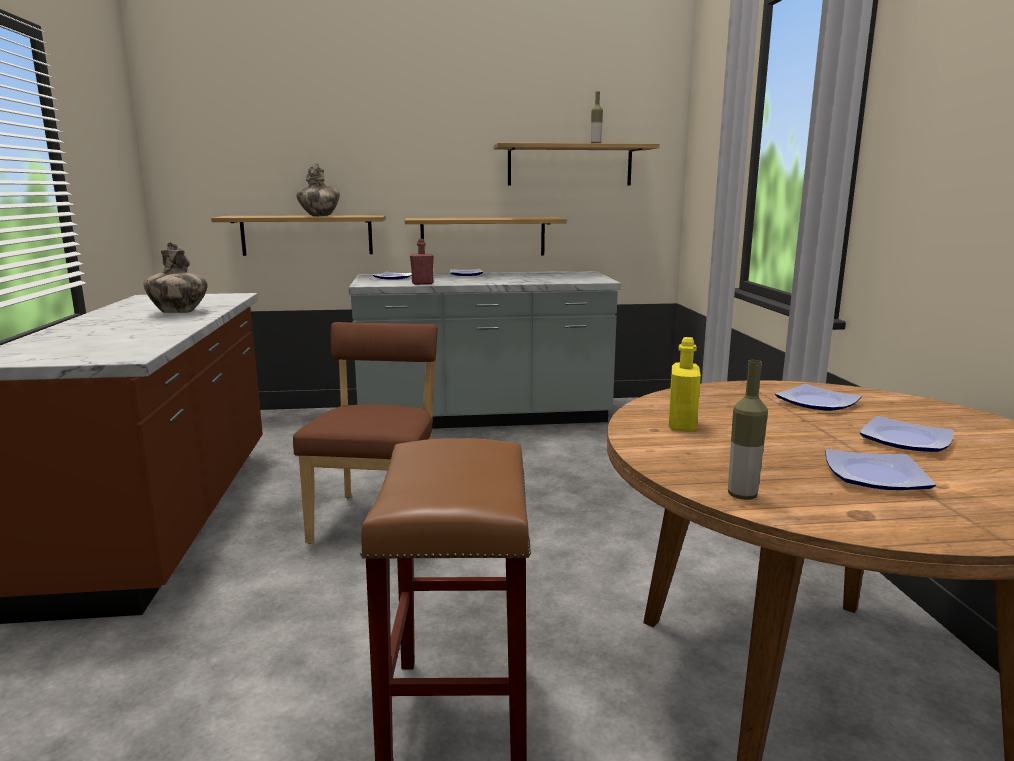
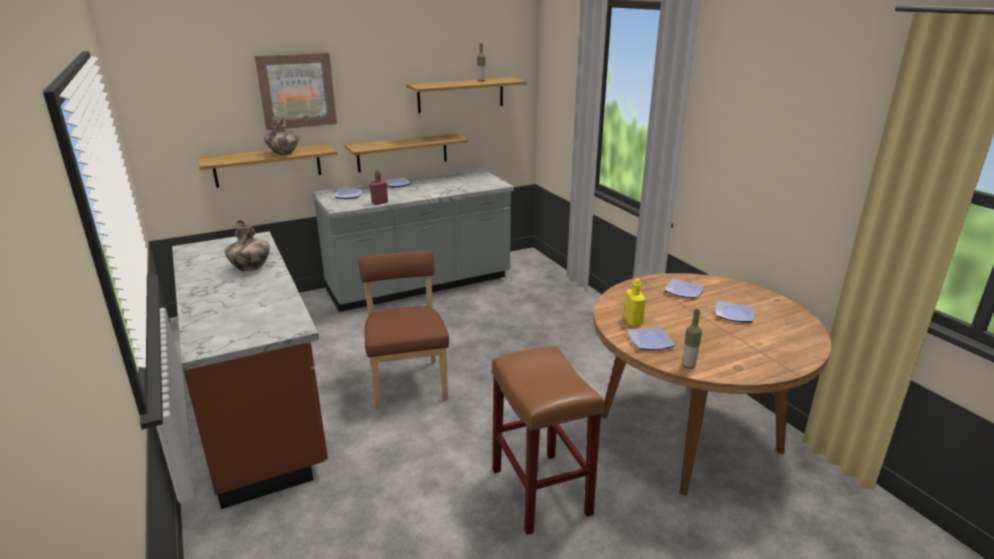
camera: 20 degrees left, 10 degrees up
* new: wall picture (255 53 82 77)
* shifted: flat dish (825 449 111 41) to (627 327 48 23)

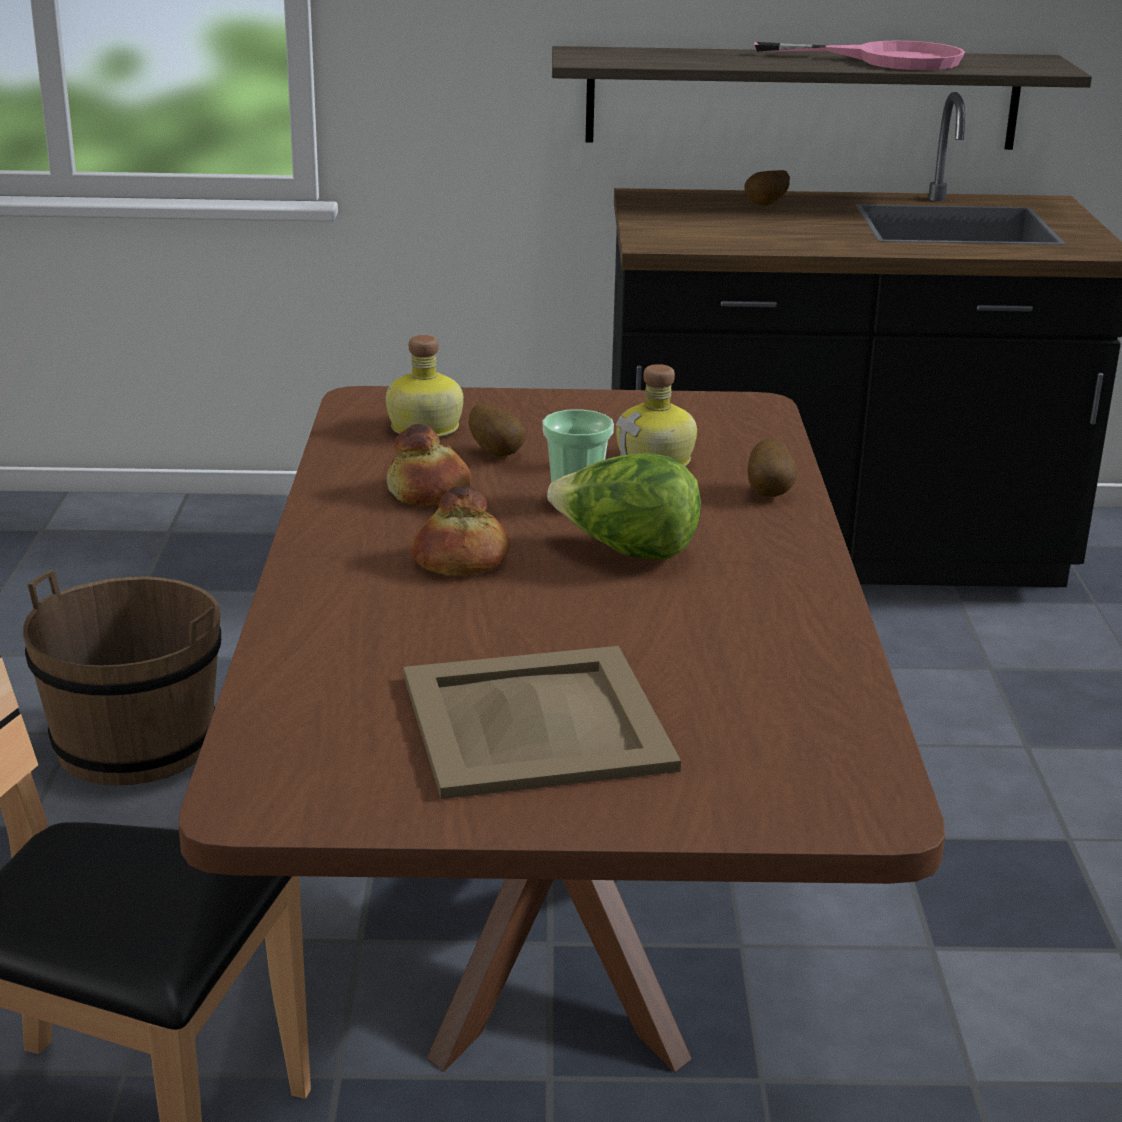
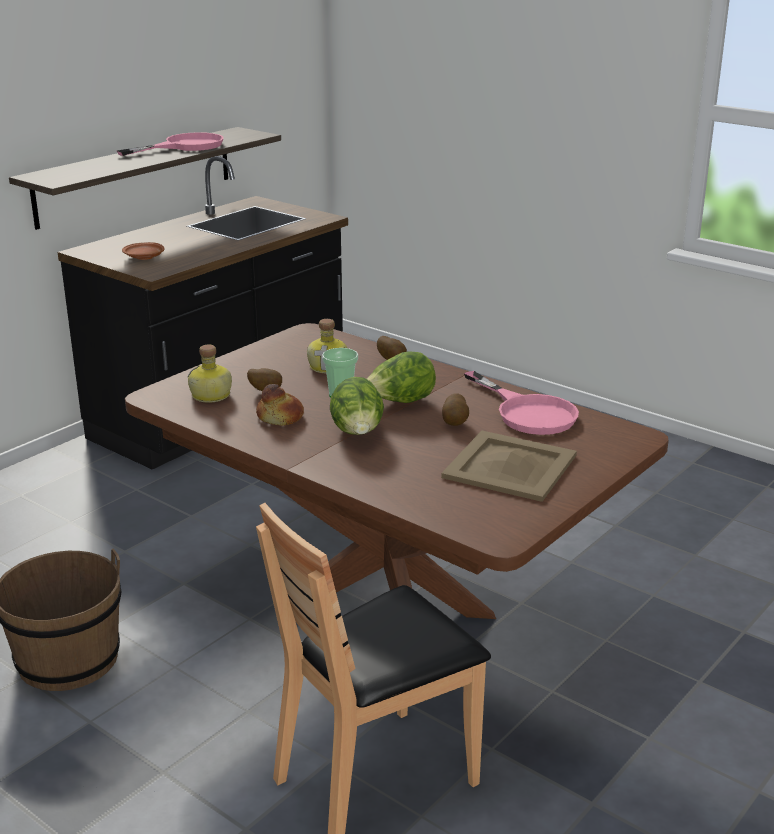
camera: 50 degrees left, 0 degrees up
* new: brownish flat dish (122 242 42 18)
* swapped: bread (411 486 99 91) to head of lettuce (330 377 54 58)
* shifted: spud (744 170 46 36) to (442 393 27 33)
* new: pinkish pan (464 371 115 64)

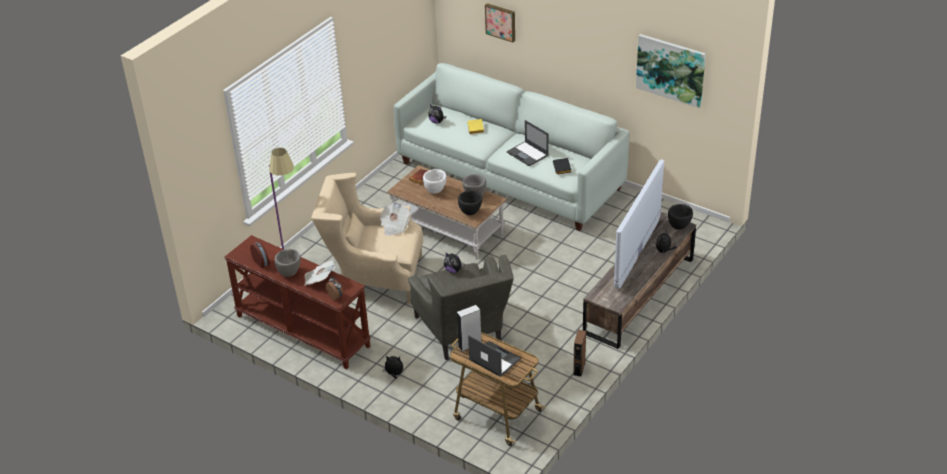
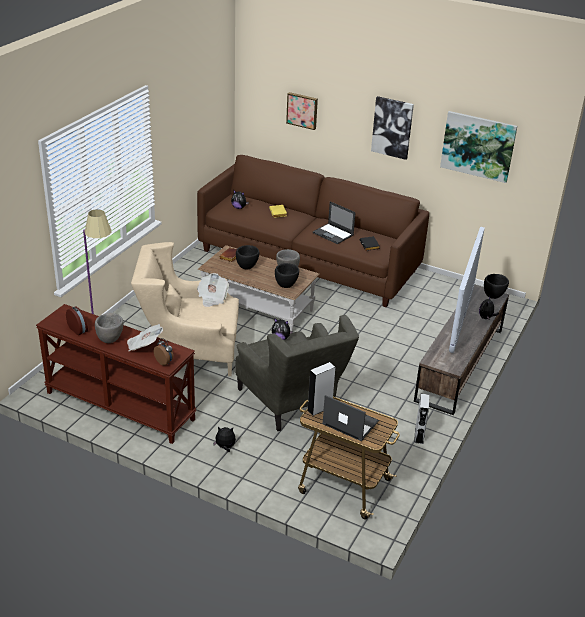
camera: 10 degrees left, 5 degrees down
* repainted: white-coloured sofa (394 63 235 168) to brownish sofa (197 155 232 152)
* repainted: white-coloured bowl (423 169 24 25) to black-coloured bowl (236 245 23 24)
* new: wall picture (371 96 43 64)
* repainted: brownish loudspeaker (573 330 13 47) to gray loudspeaker (414 394 15 50)

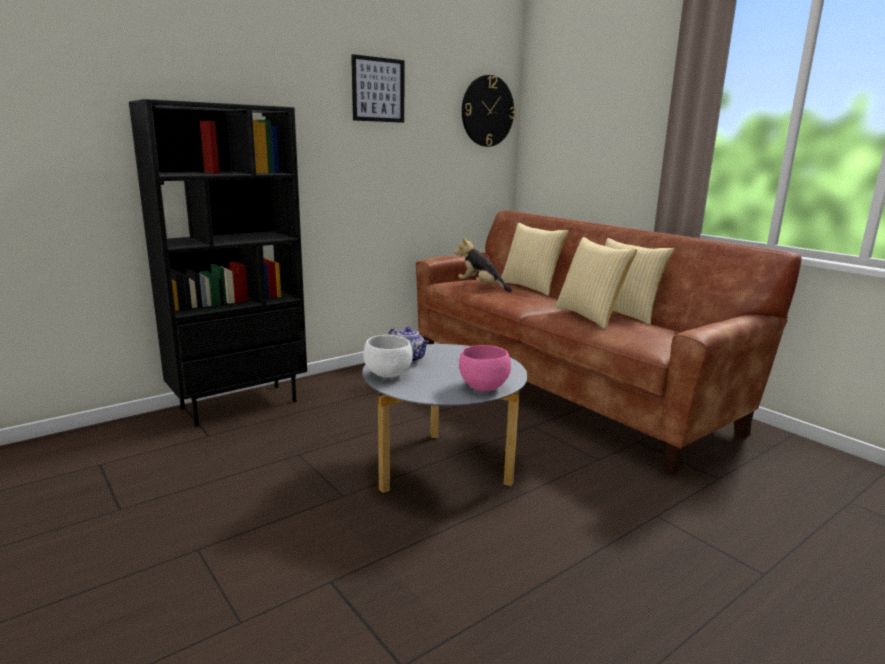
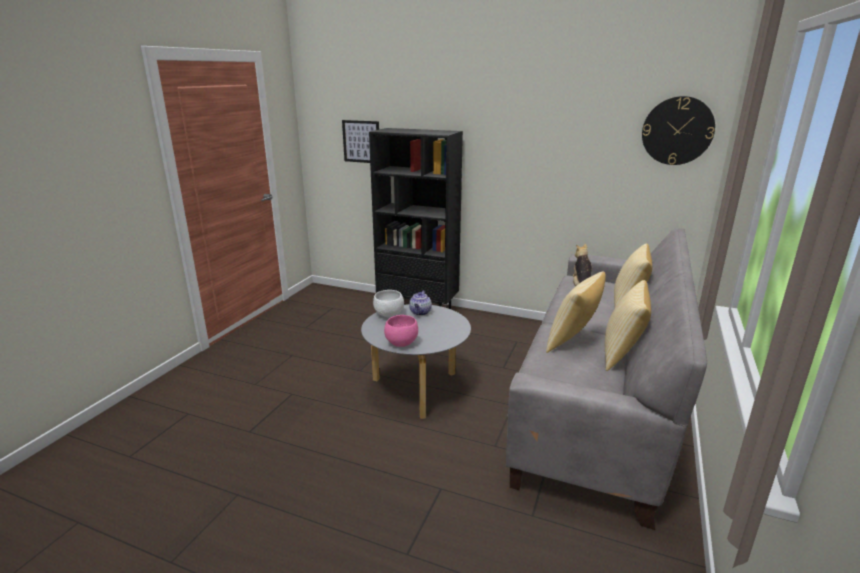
camera: 60 degrees right, 5 degrees up
* shifted: wall picture (351 54 53 69) to (342 120 37 43)
* repainted: brownish sofa (416 211 386 264) to gray sofa (506 228 201 302)

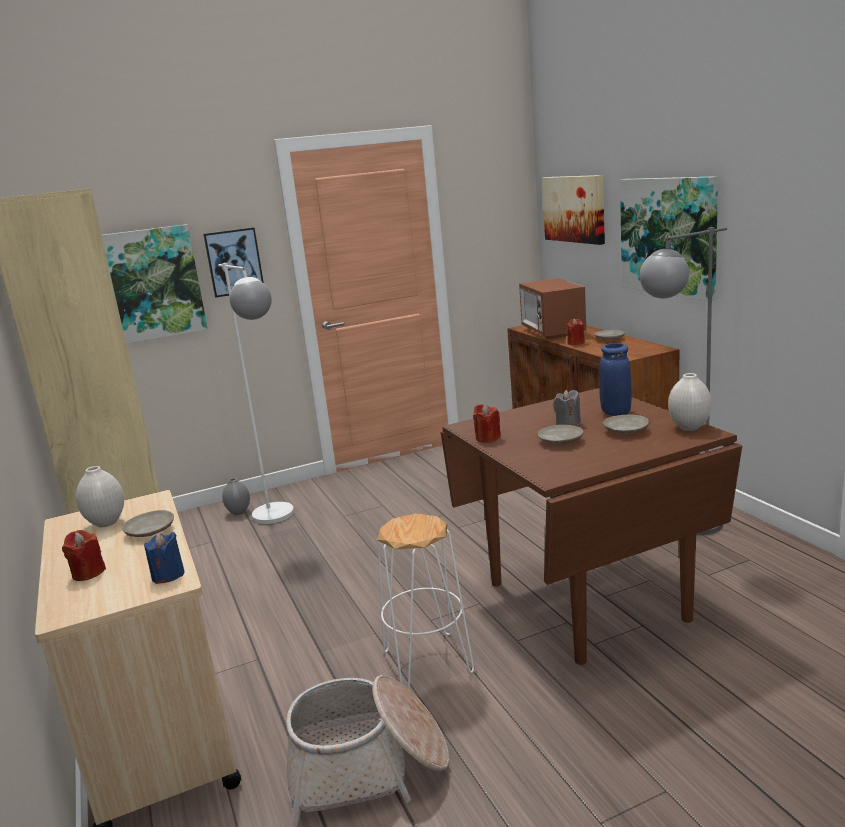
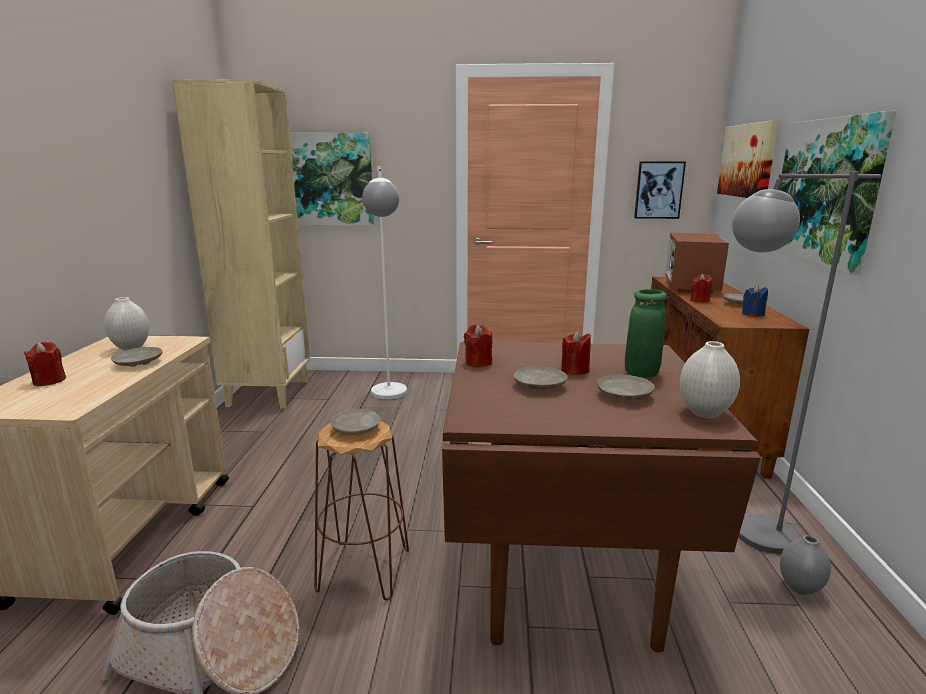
camera: 25 degrees right, 0 degrees up
* repainted: white-coloured sitting stool (377 513 97 177) to brownish sitting stool (314 421 95 180)
* new: beige-coloured flat dish (331 409 50 26)
* repainted: gray wax candle (553 389 28 37) to reddish wax candle (561 331 30 44)
* repainted: blue decorative vase (599 343 33 73) to green decorative vase (625 289 42 89)
* shifted: wall picture (203 227 61 71) to (634 162 52 57)
* shifted: blue wax candle (144 532 40 52) to (742 285 26 32)
* shifted: gray decorative vase (222 478 28 37) to (780 535 51 60)

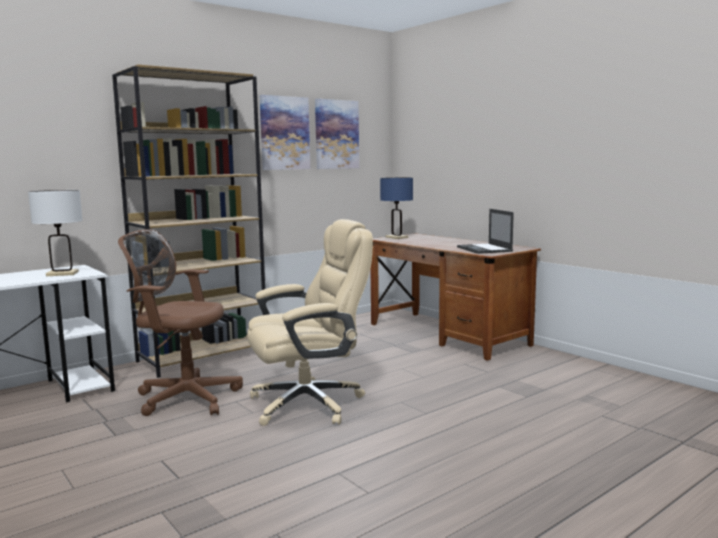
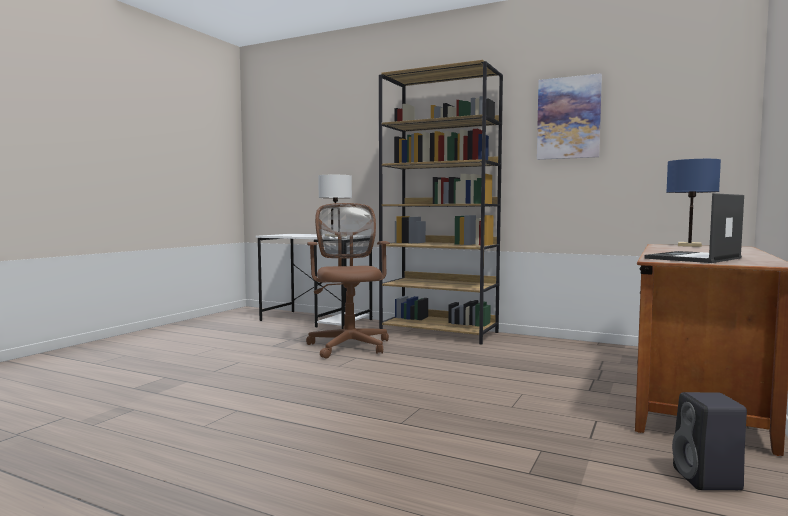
camera: 65 degrees right, 5 degrees down
* new: black-coloured loudspeaker (672 392 75 98)
* gone: beige-coloured desk chair (247 219 126 207)
* gone: wall picture (315 99 44 70)

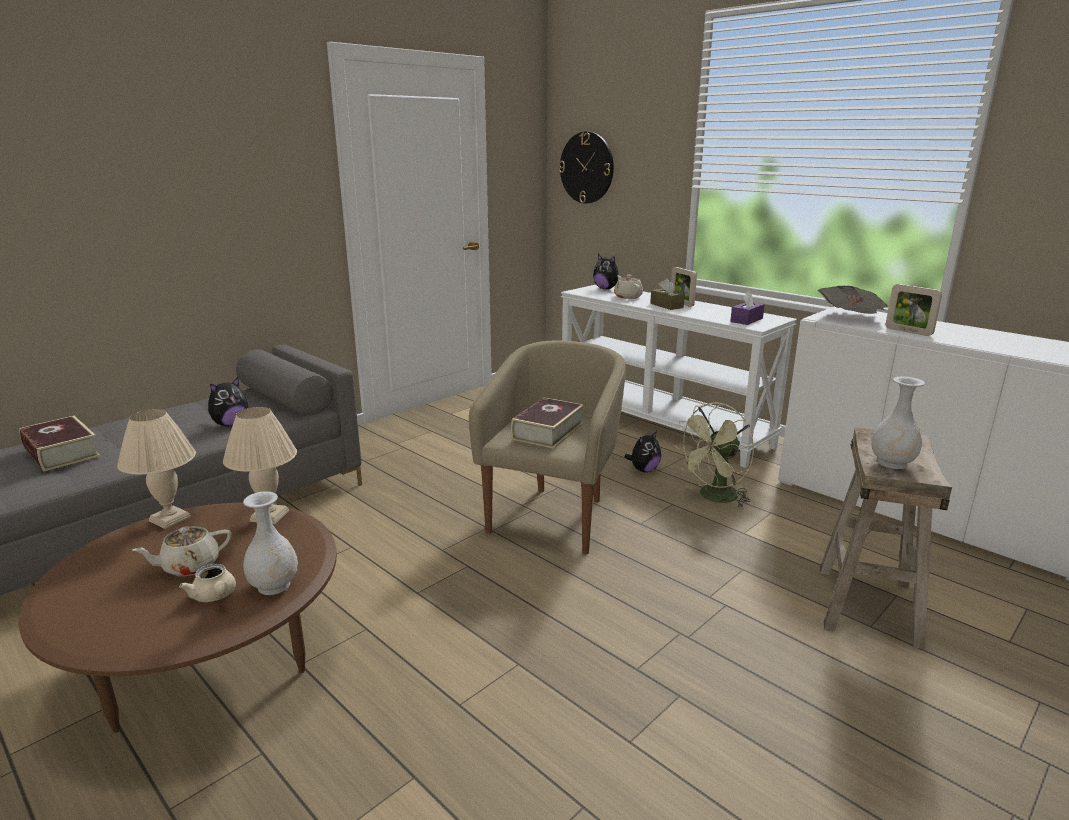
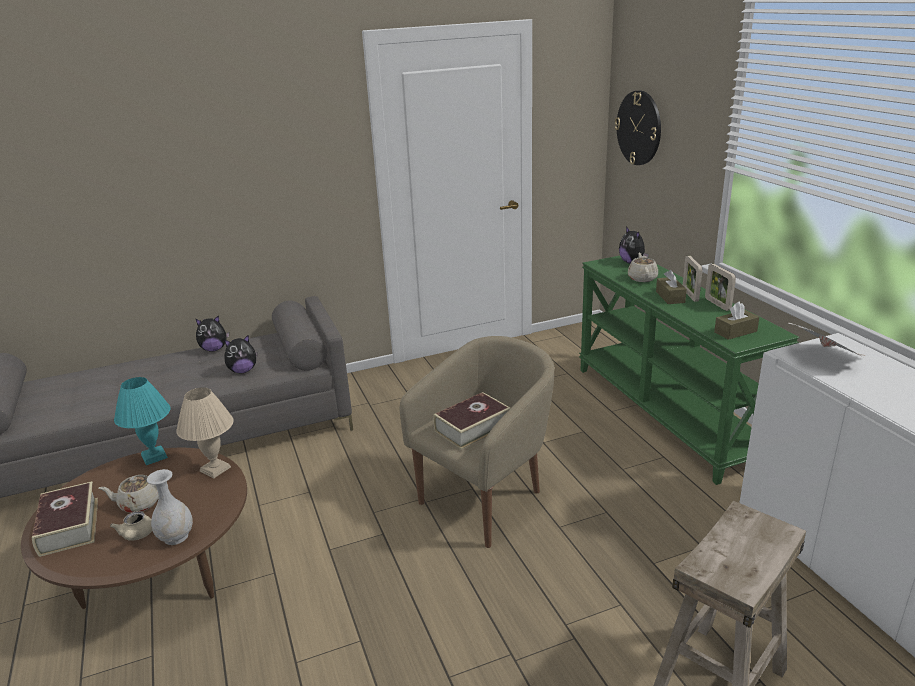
camera: 25 degrees right, 5 degrees up
* shifted: volume (19 416 82 55) to (32 481 66 76)
* repainted: beige-coloured table lamp (117 409 79 120) to turquoise table lamp (114 377 56 88)
* shifted: plush toy (625 431 36 41) to (196 316 33 36)
* repainted: white-coloured console table (561 285 236 183) to green console table (579 256 220 229)
* shifted: photo frame (886 284 56 52) to (705 264 31 47)
* repainted: purplish box of tissues (730 291 35 34) to brownish box of tissues (714 301 45 39)
* gone: green cooling fan (675 403 79 105)
* gone: white-coloured decorative vase (871 376 54 93)

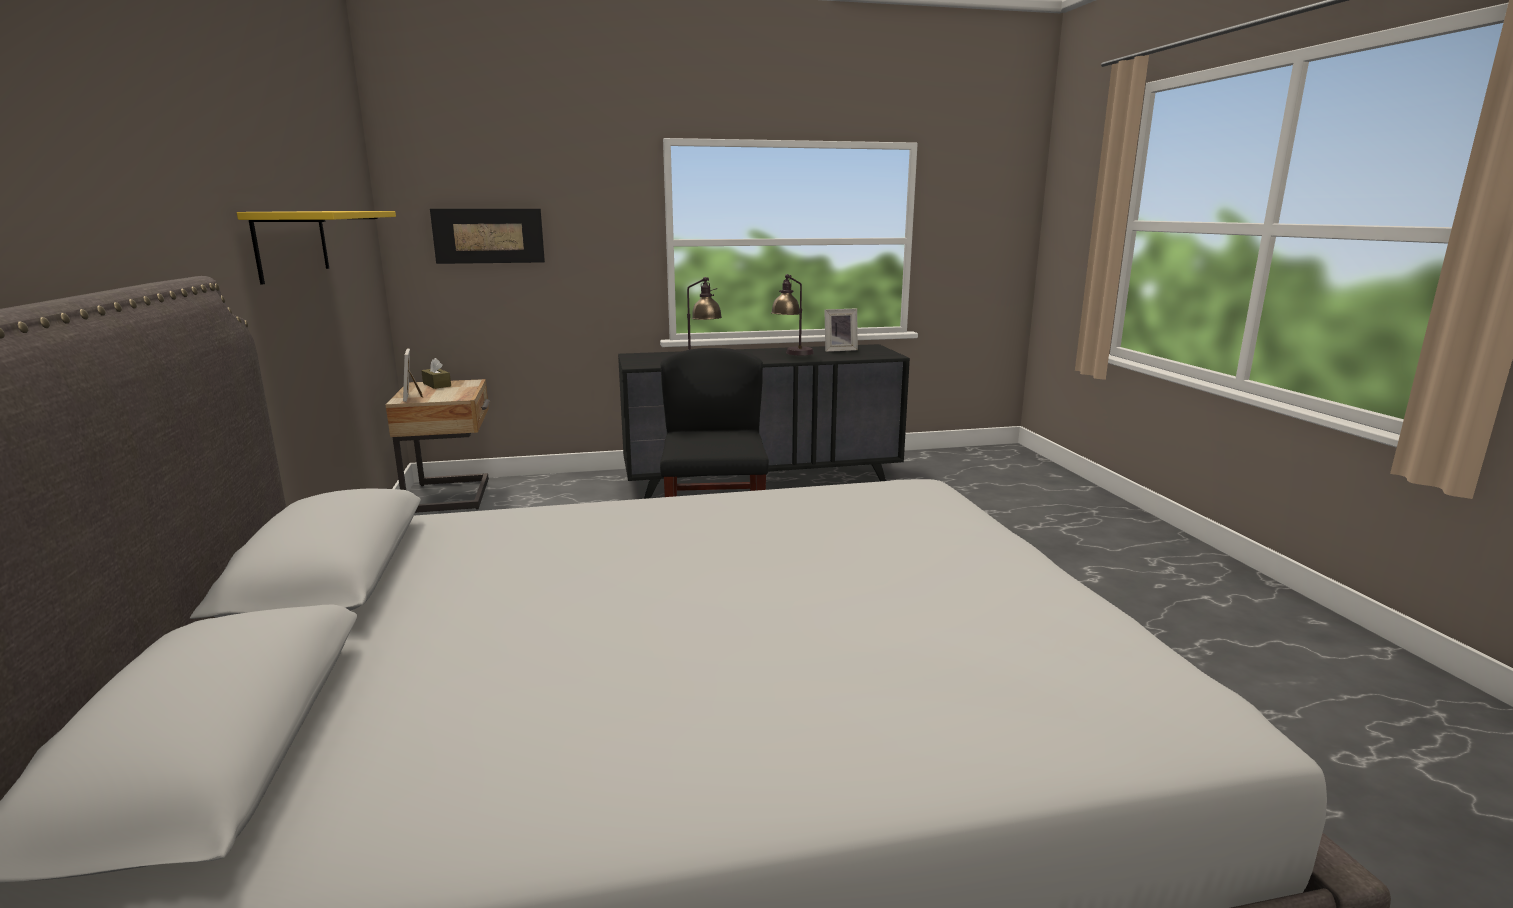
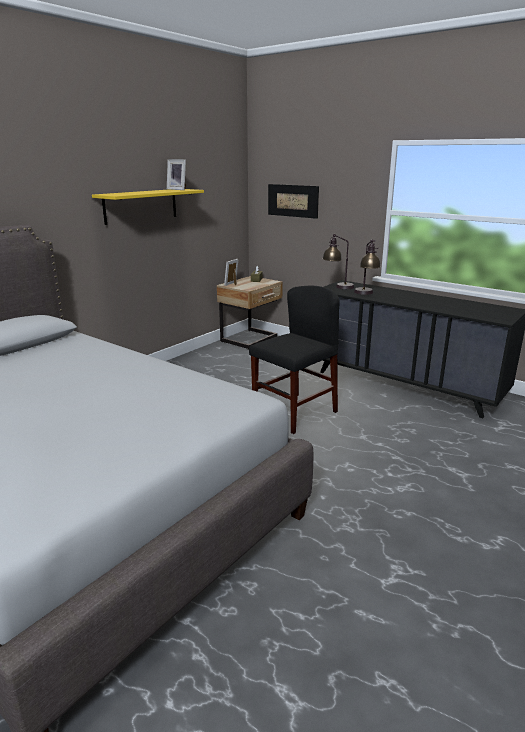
camera: 50 degrees right, 5 degrees up
* shifted: photo frame (824 308 34 44) to (167 159 19 31)
* shifted: table lamp (771 274 43 81) to (322 234 33 55)

